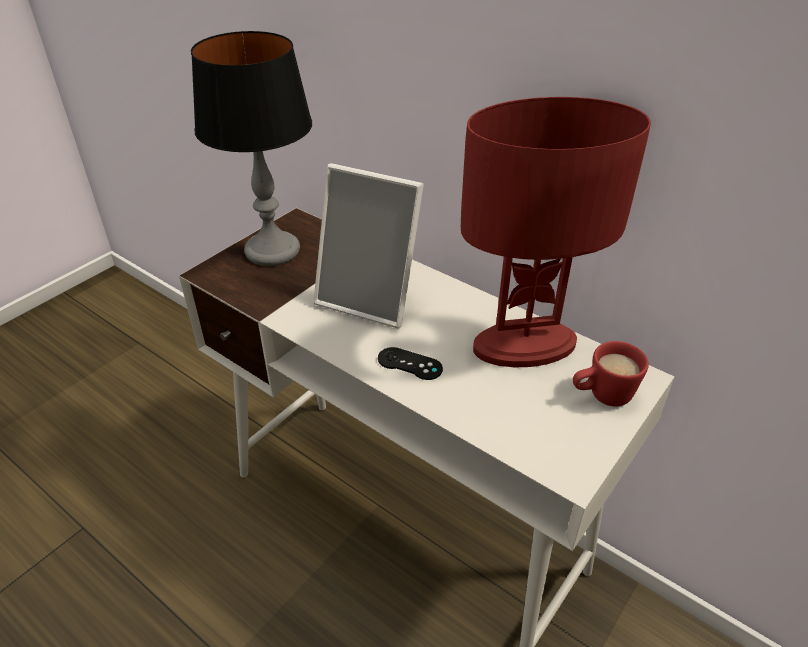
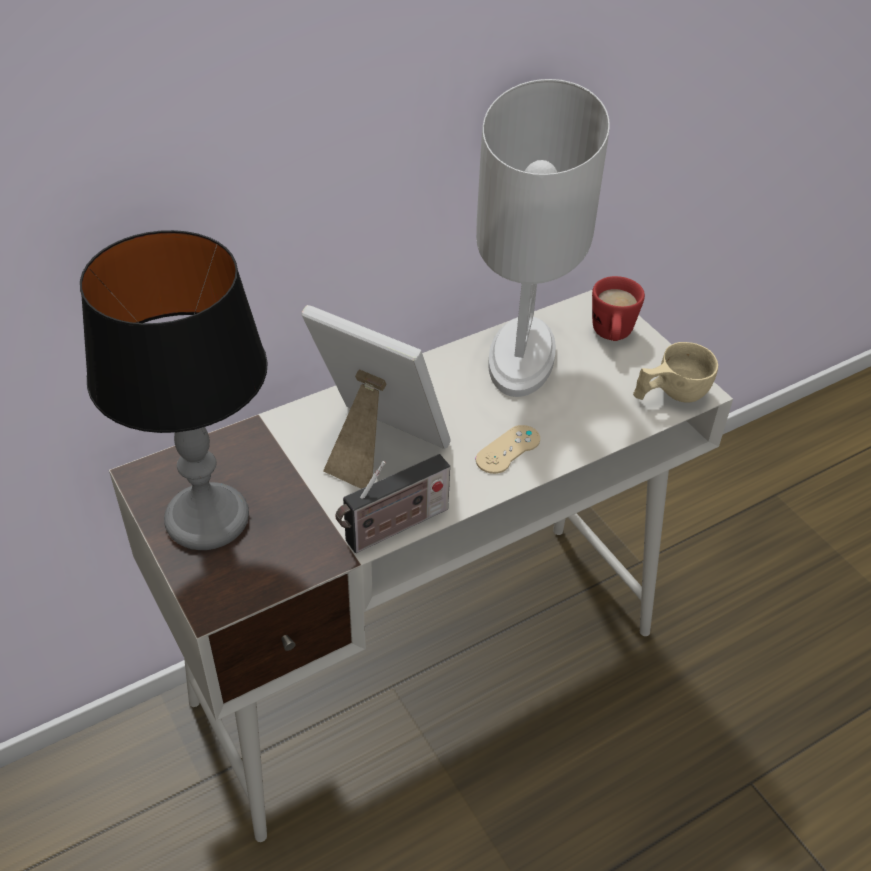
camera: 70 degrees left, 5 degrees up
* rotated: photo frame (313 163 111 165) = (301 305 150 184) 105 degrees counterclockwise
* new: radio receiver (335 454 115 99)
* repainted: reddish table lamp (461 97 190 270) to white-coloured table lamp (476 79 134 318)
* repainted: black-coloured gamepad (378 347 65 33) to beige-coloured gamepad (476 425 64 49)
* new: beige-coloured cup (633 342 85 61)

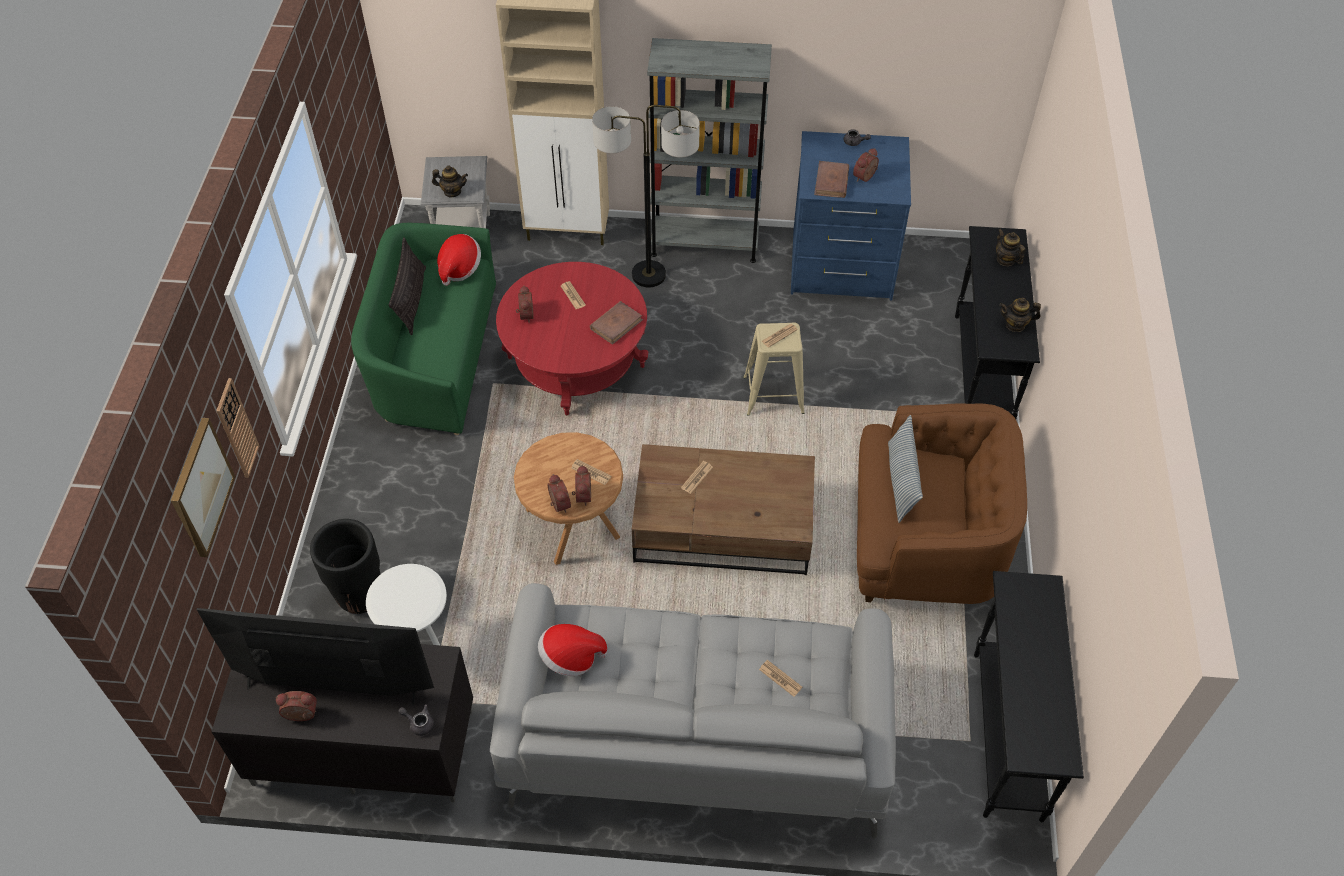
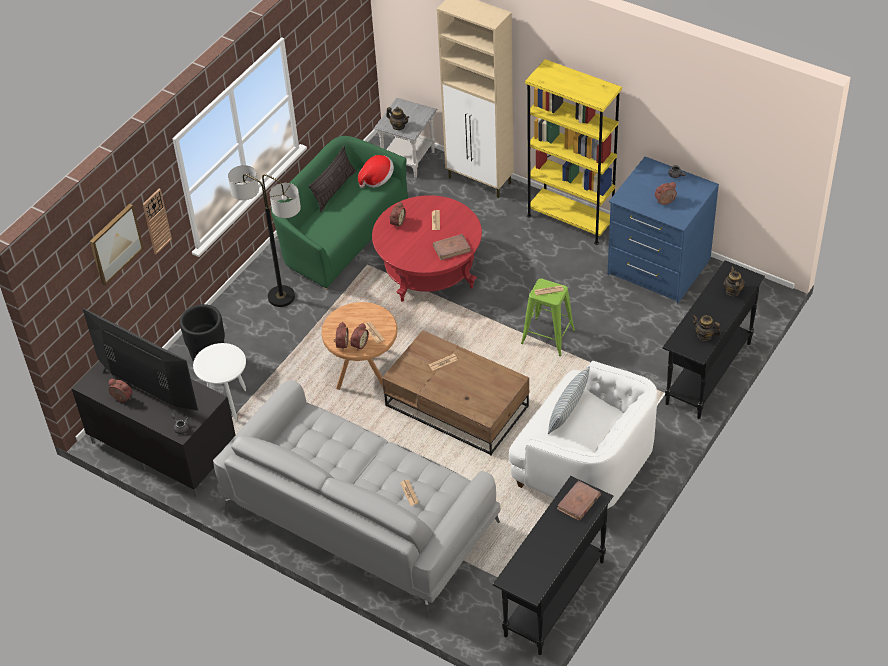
camera: 30 degrees right, 5 degrees down
* shifted: floor lamp (592 105 108 182) to (228 165 73 142)
* repainted: brownish easy chair (857 403 170 201) to white-coloured easy chair (509 361 149 148)
* repainted: beige-coloured sitting stool (743 322 61 94) to green sitting stool (521 279 54 77)
* repainted: gray bookcase (647 38 125 225) to yellow-coloured bookcase (525 59 97 186)
* shifted: brownish volume (814 161 35 37) to (557 480 44 41)
* gone: clothing hat (538 624 69 52)

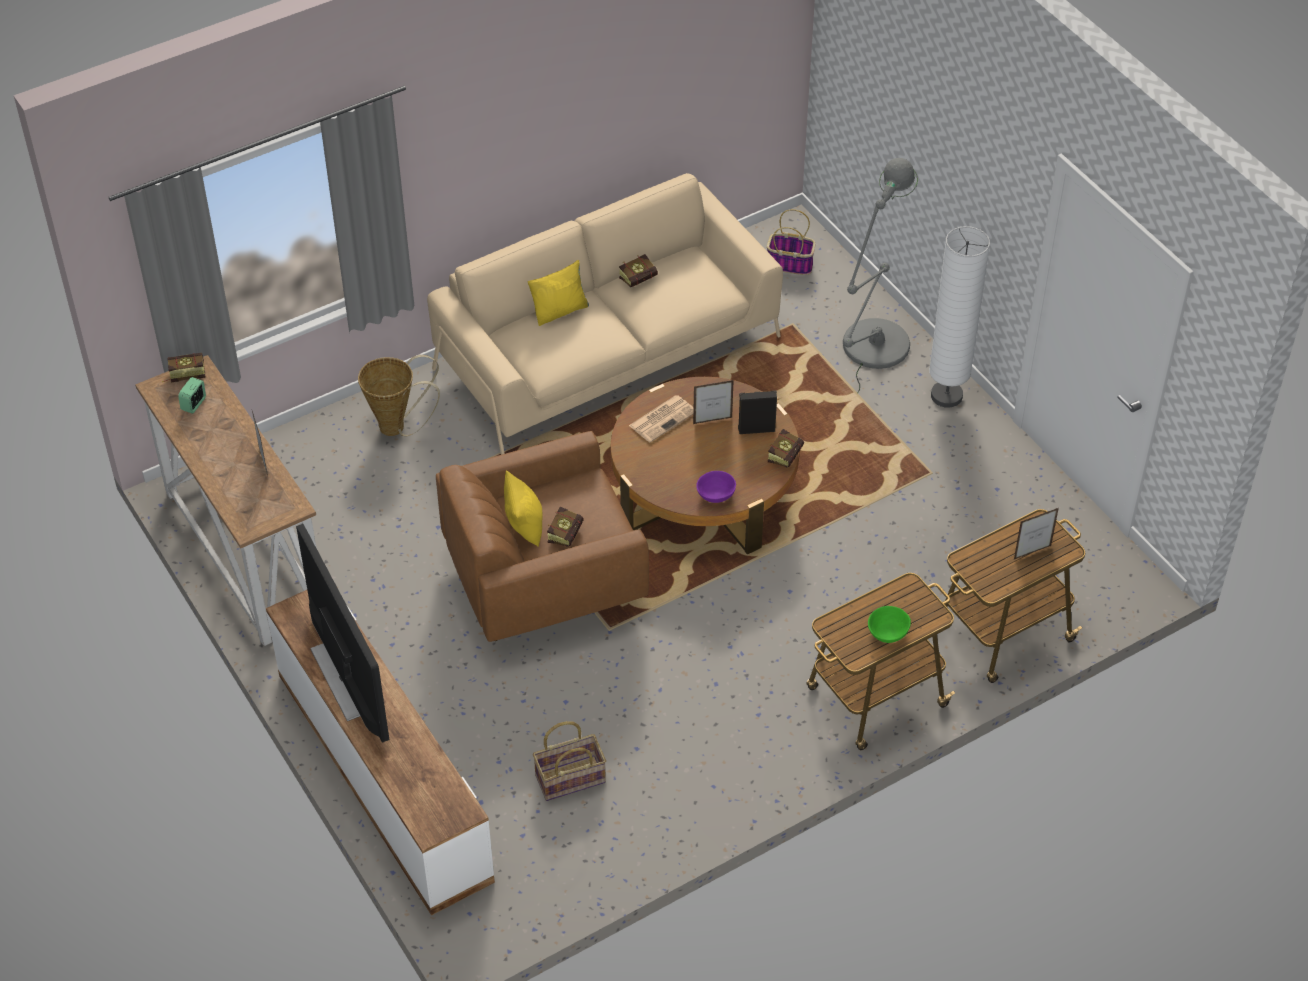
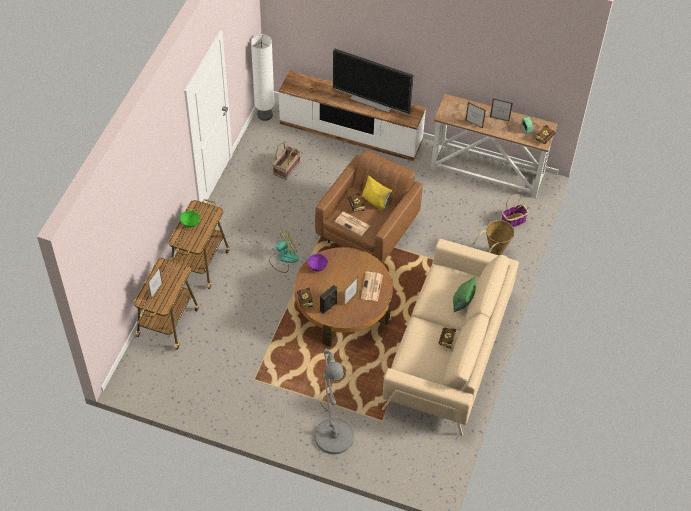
camera: 140 degrees right, 5 degrees up
* shifted: white-coloured floor lamp (929 226 61 182) to (251 34 24 87)
* new: cooling fan (269 229 30 44)
* new: daily paper (335 212 35 24)
* repainted: yellow-coloured cushion (528 260 61 66) to green cushion (453 276 23 36)
* new: photo frame (490 98 23 23)
* shifted: storage basket (767 209 48 66) to (501 194 27 33)

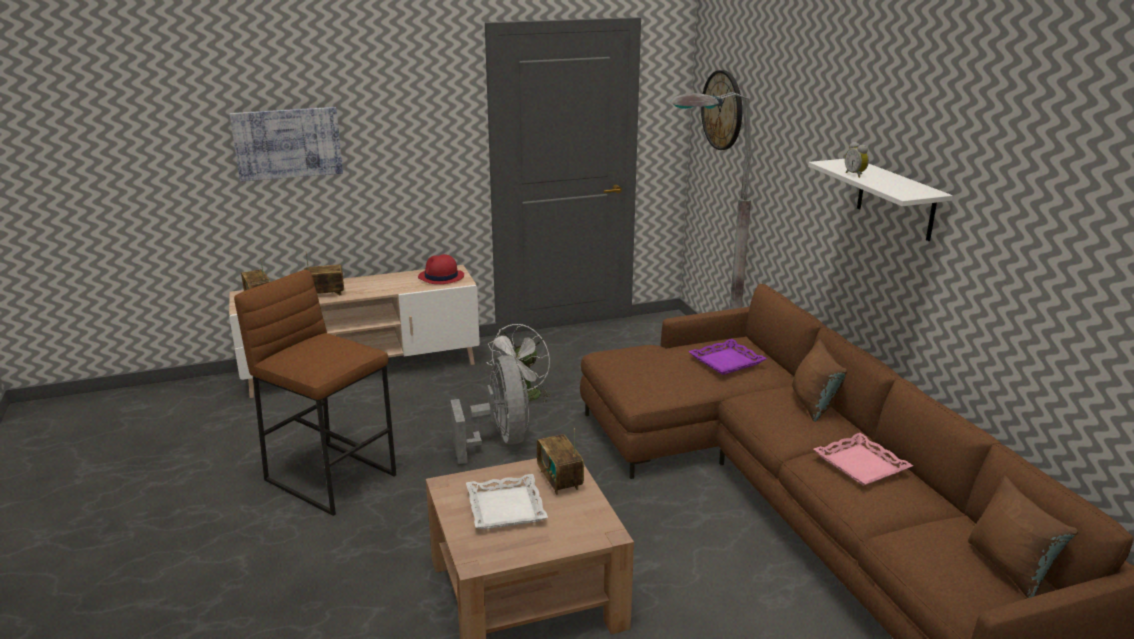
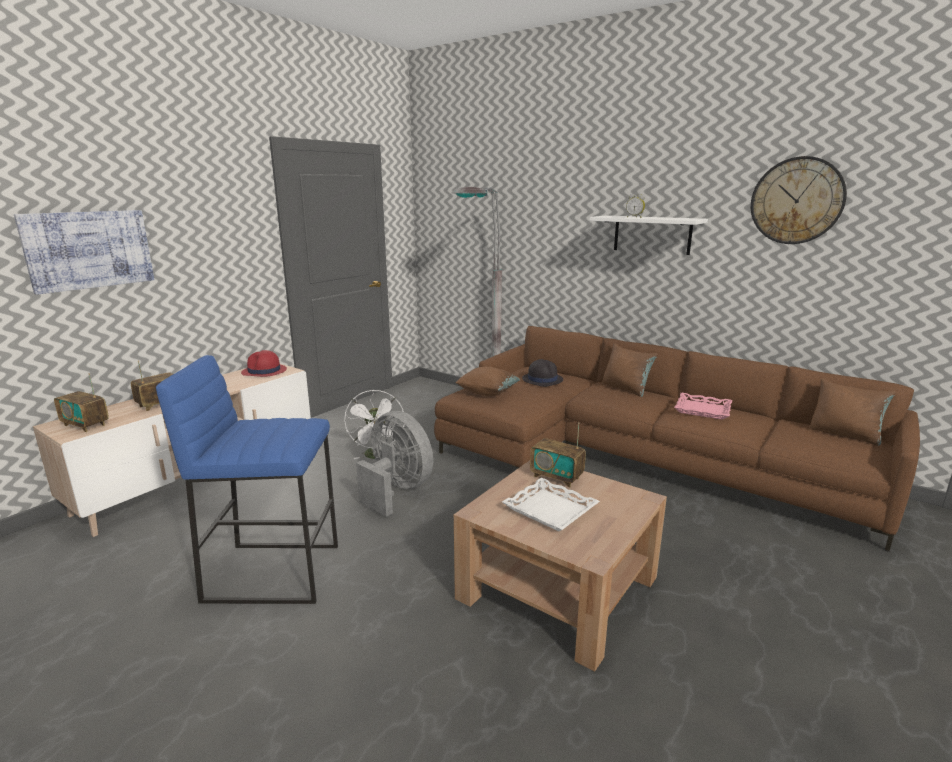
camera: 35 degrees left, 5 degrees down
* repainted: brownish sitting stool (234 270 162 246) to blue sitting stool (156 355 182 249)
* new: brownish cushion (455 367 66 29)
* swapped: purplish tray (688 339 79 36) to black-coloured clothing hat (522 359 41 28)
* shifted: hanging clock (701 70 41 80) to (751 156 96 88)

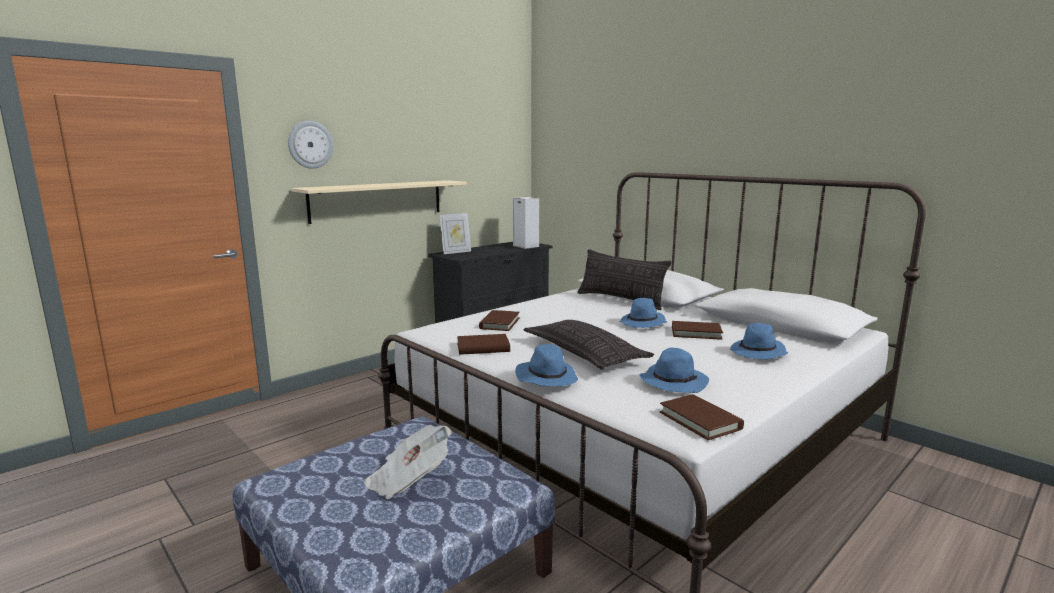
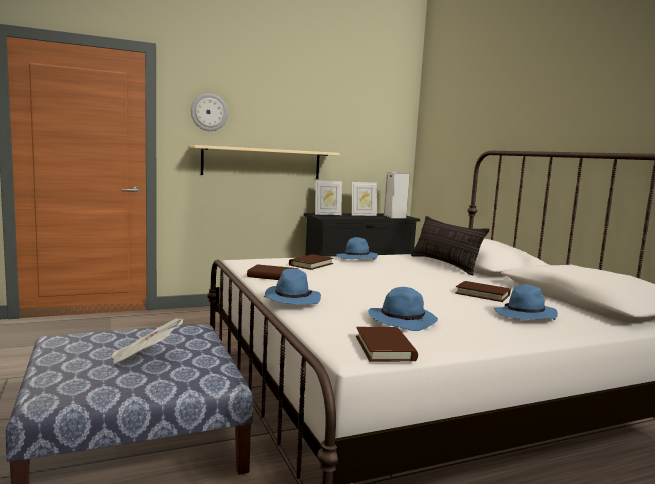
camera: 20 degrees right, 5 degrees down
* shifted: blue clothing hat (619 298 48 30) to (336 237 42 23)
* new: photo frame (352 182 25 34)
* gone: cushion (524 320 130 50)

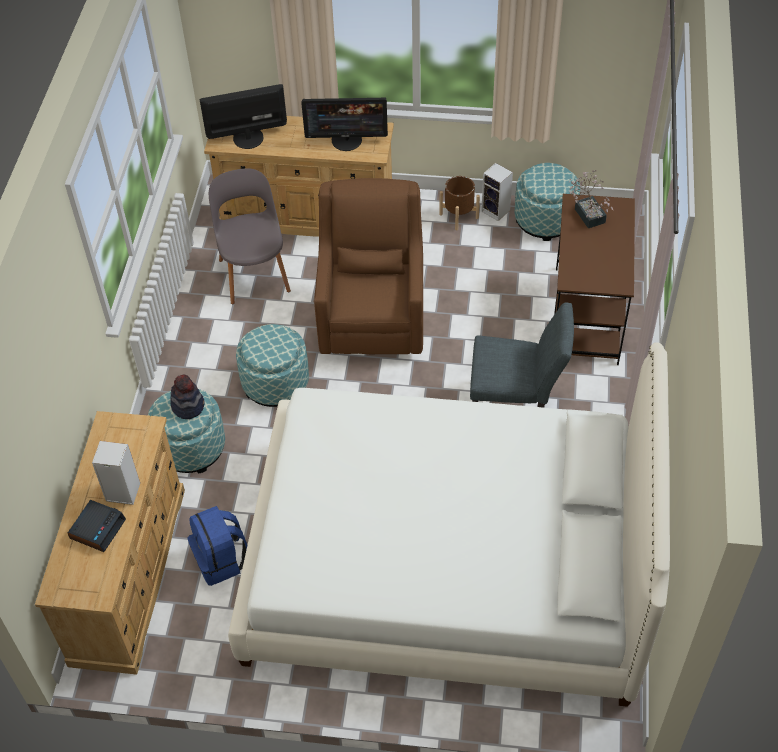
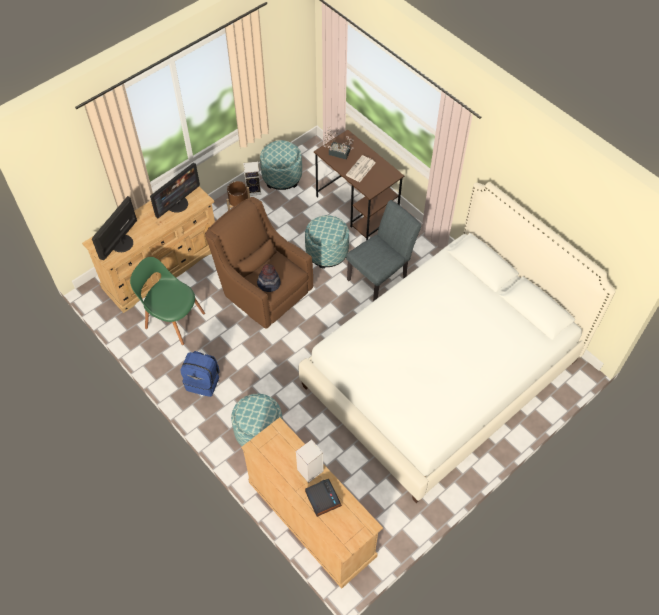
camera: 50 degrees left, 5 degrees up
* repainted: gray upright chair (209 168 82 136) to green upright chair (130 257 75 88)
* shifted: blue rucksack (188 506 59 80) to (181 351 39 46)
* shifted: clothing hat (170 375 34 44) to (257 264 24 28)
* shifted: footrest (236 324 73 83) to (305 215 44 54)
* new: daily paper (346 155 29 27)

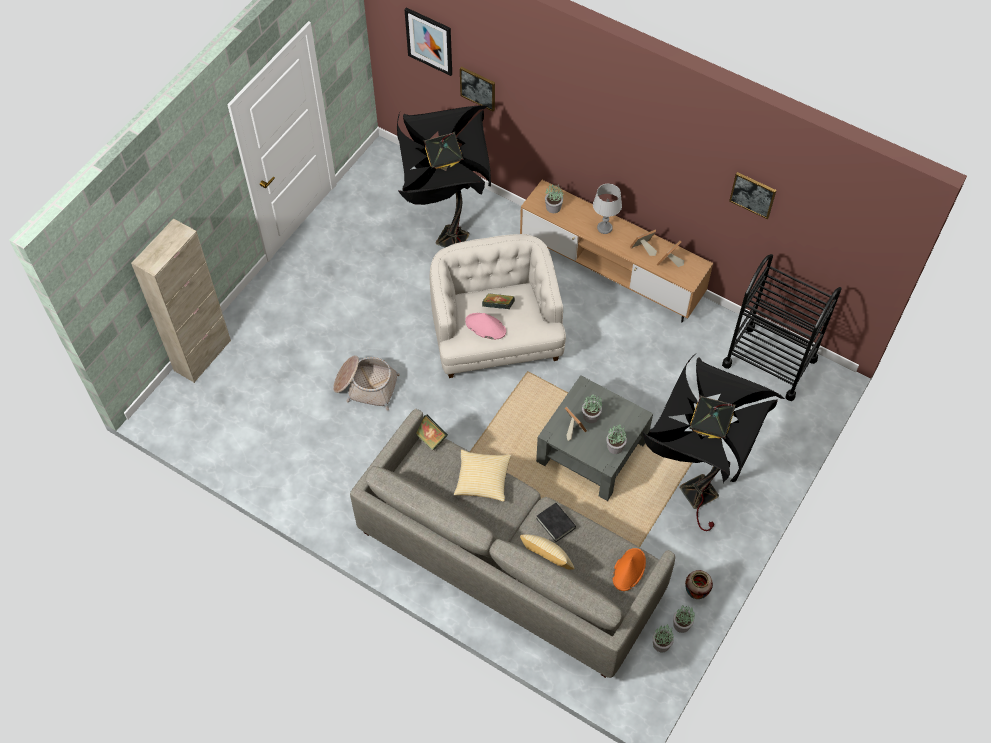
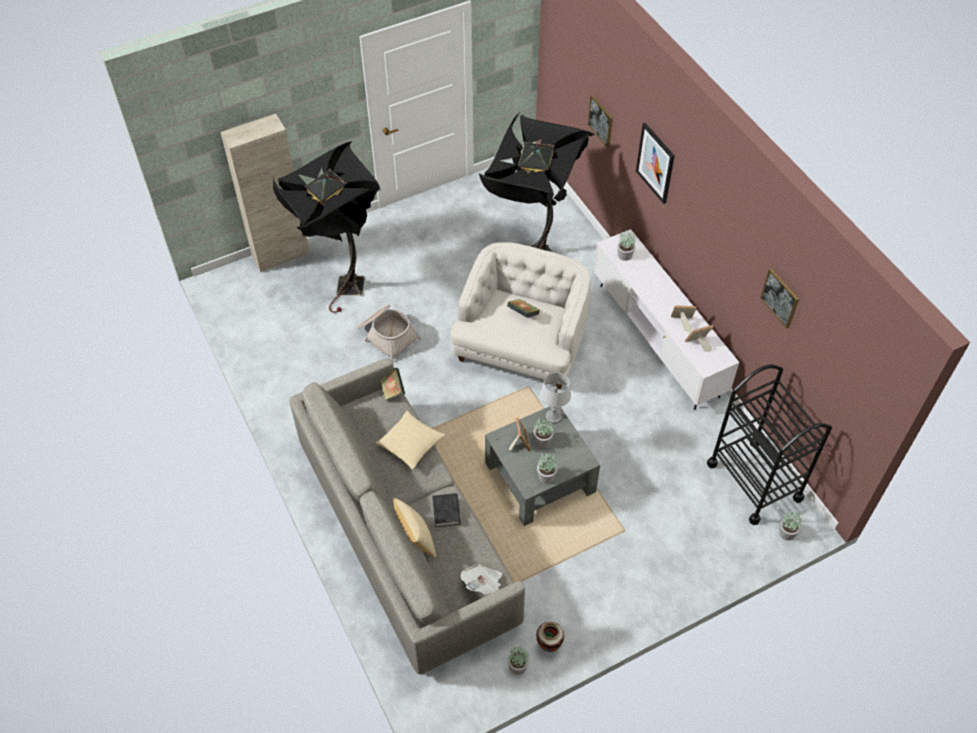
camera: 30 degrees right, 5 degrees down
* shifted: black-coloured floor lamp (642 352 143 179) to (273 141 107 172)
* swapped: orange-coloured clothing hat (612 548 34 43) to daily paper (461 564 41 31)
* shifted: gray table lamp (593 184 29 50) to (540 372 31 51)
* repainted: brownish tv unit (520 180 193 143) to white-coloured tv unit (594 229 145 181)
* shifted: wall picture (404 7 48 69) to (636 123 39 81)
* shifted: potted plant (653 625 21 27) to (779 512 24 28)
* gone: pinkish clothing hat (465 313 41 27)

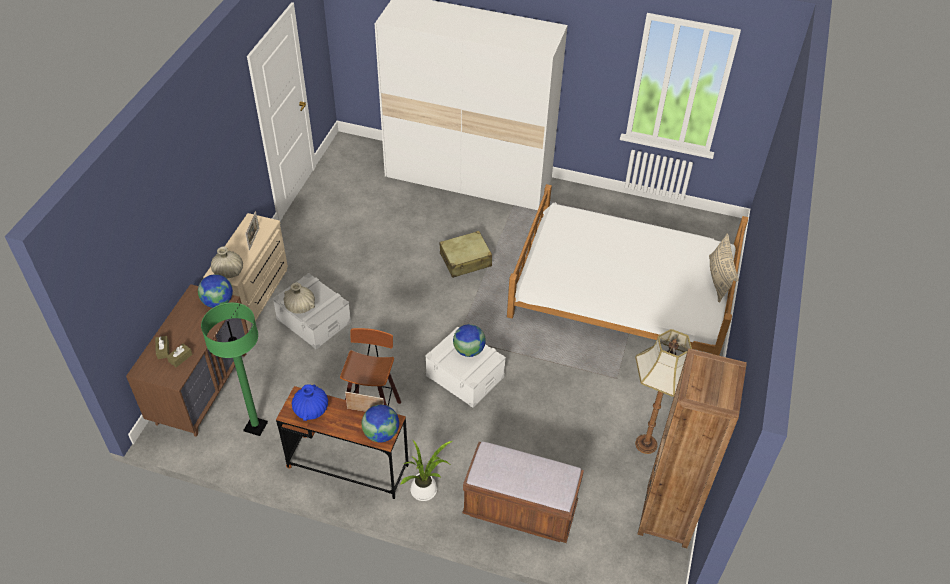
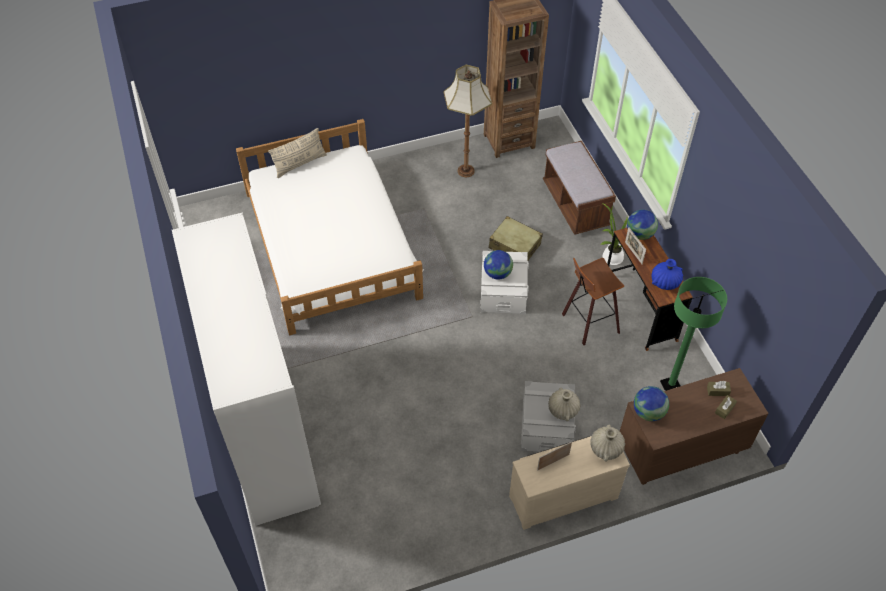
camera: 125 degrees left, 5 degrees up
* shifted: beige-coloured suitcase (440 231 52 47) to (489 216 54 46)

